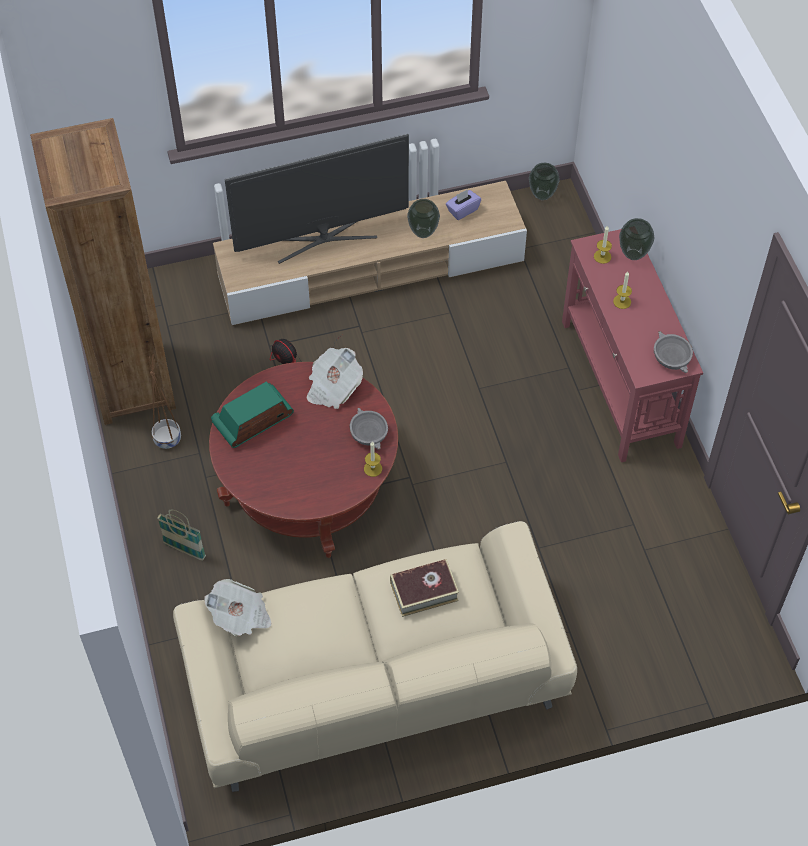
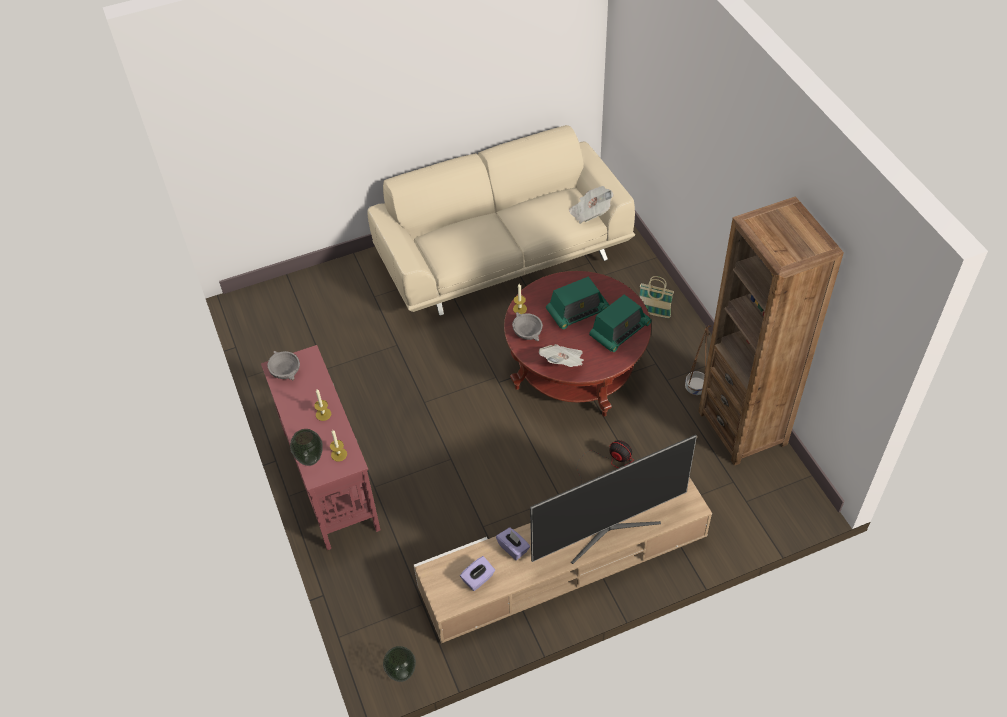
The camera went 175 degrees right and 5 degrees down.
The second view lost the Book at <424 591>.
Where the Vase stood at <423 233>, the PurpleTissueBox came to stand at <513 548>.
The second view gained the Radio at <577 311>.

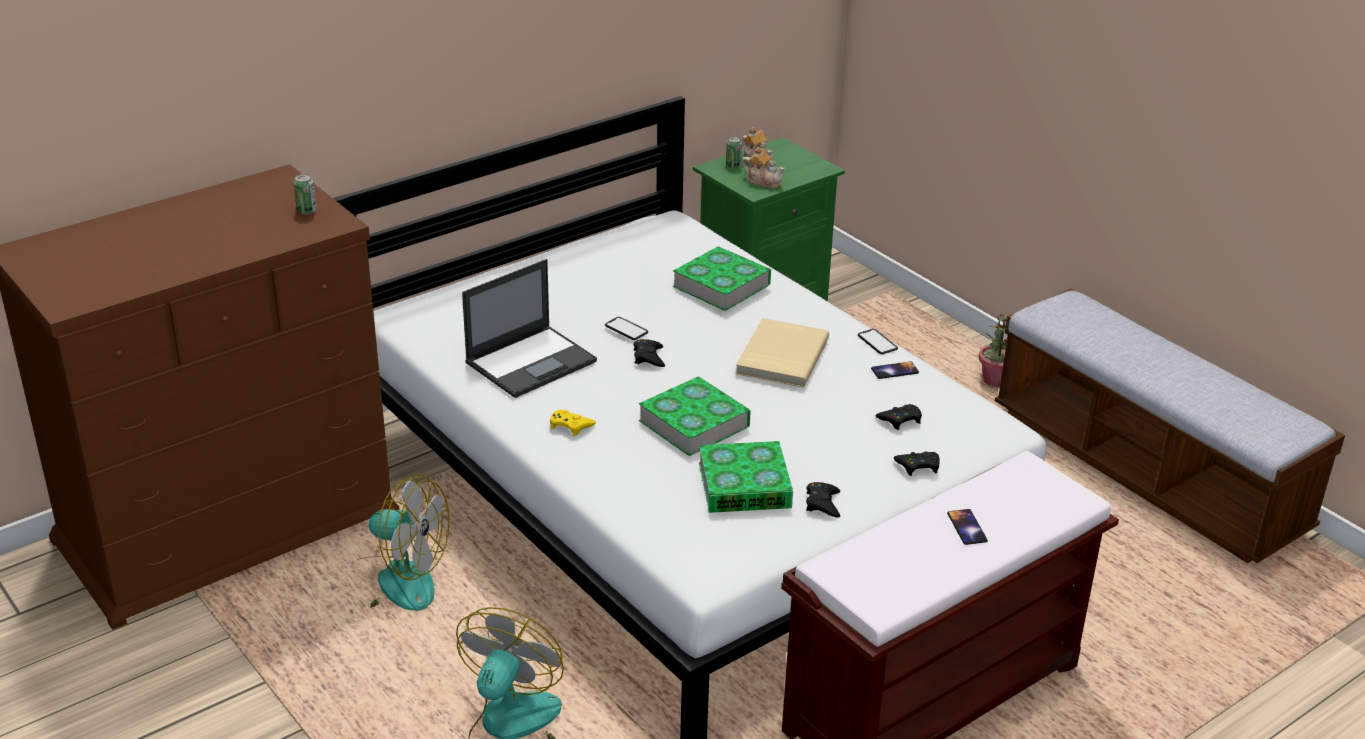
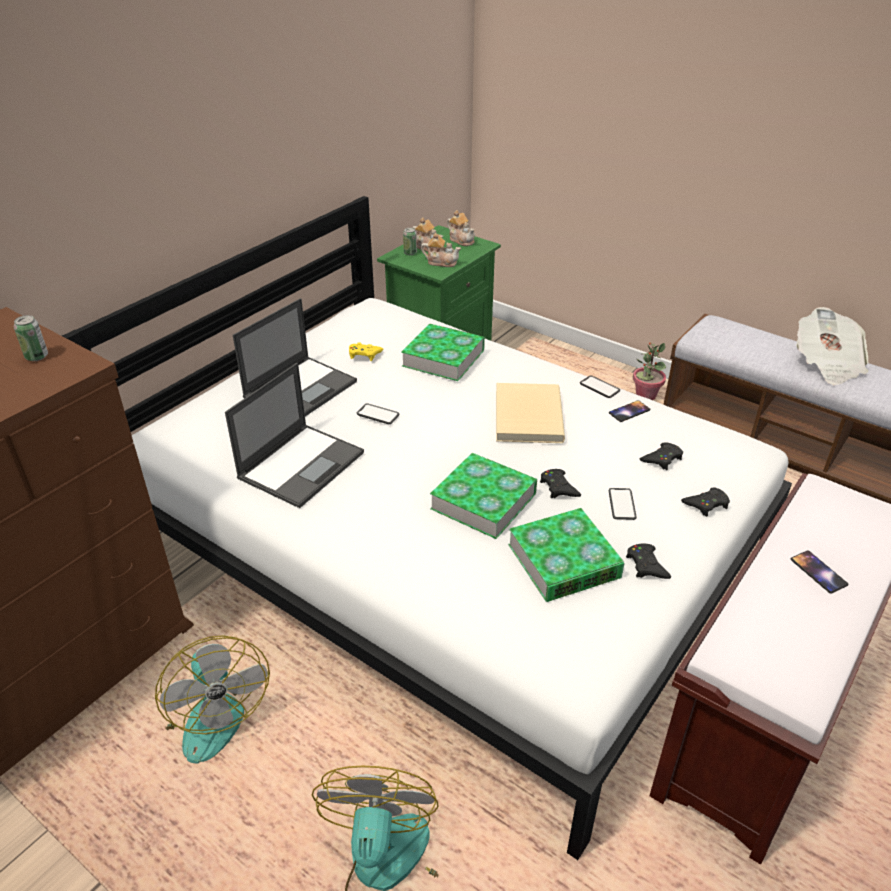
The camera went 15 degrees left and 5 degrees up.
The Fan at <392 583> ended up facing another way, 60 degrees clockwise from before.
The YellowGameController ended up elsewhere, having gone from <570 426> to <364 354>.
The BlackGameController ended up elsewhere, having gone from <649 357> to <558 487>.
The second view gained the Laptop at <301 389>.
The second view gained the Teapot at <461 240>.
The second view gained the Phone at <622 504>.
The second view gained the Newspaper at <827 364>.

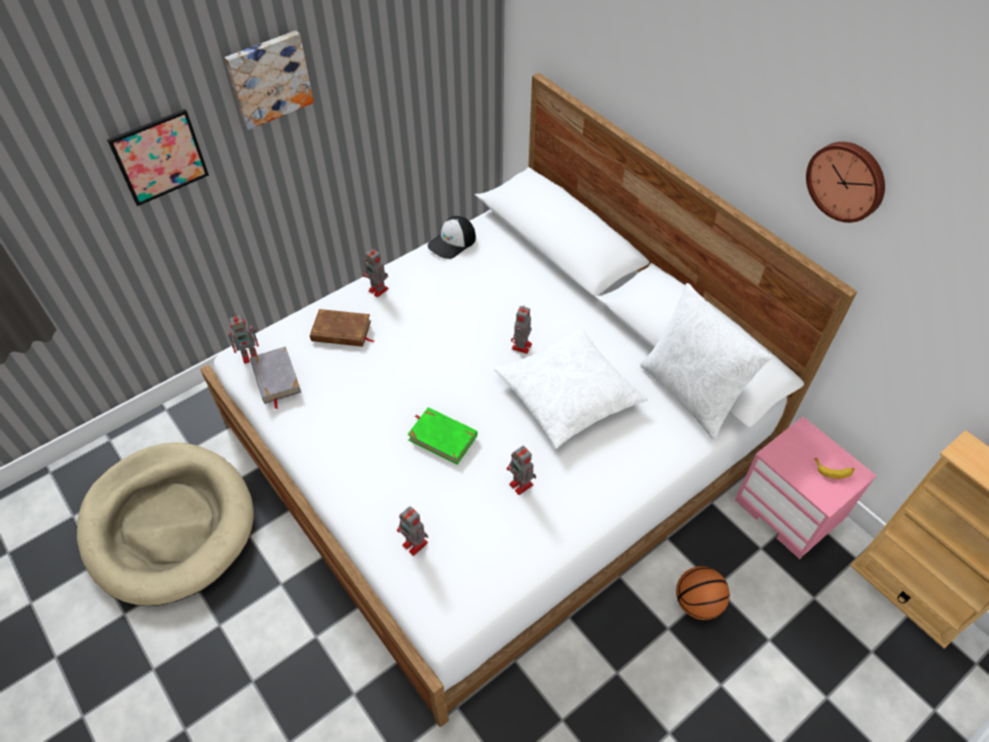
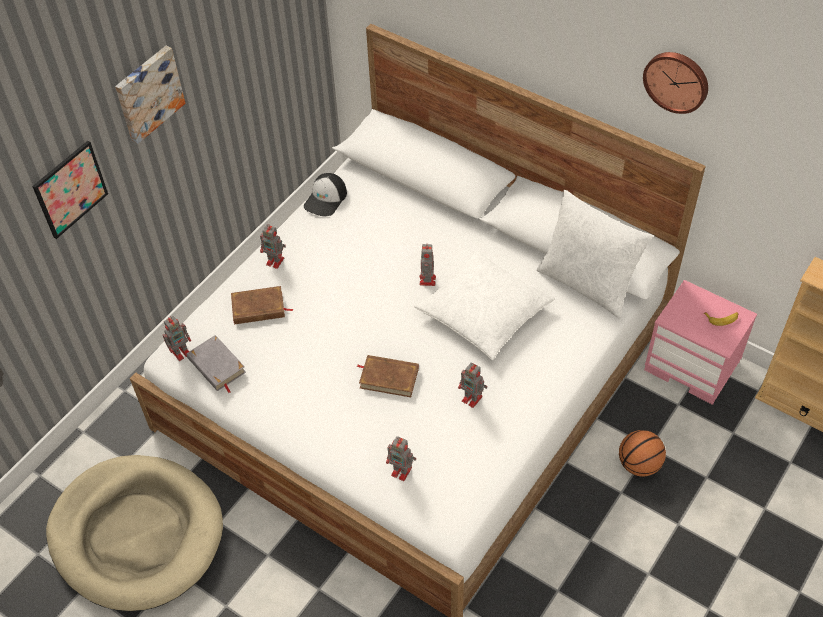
The camera went 15 degrees left and 0 degrees up.
What was the GreenBook at <442 437> turned into the BrownBook at <389 378>.

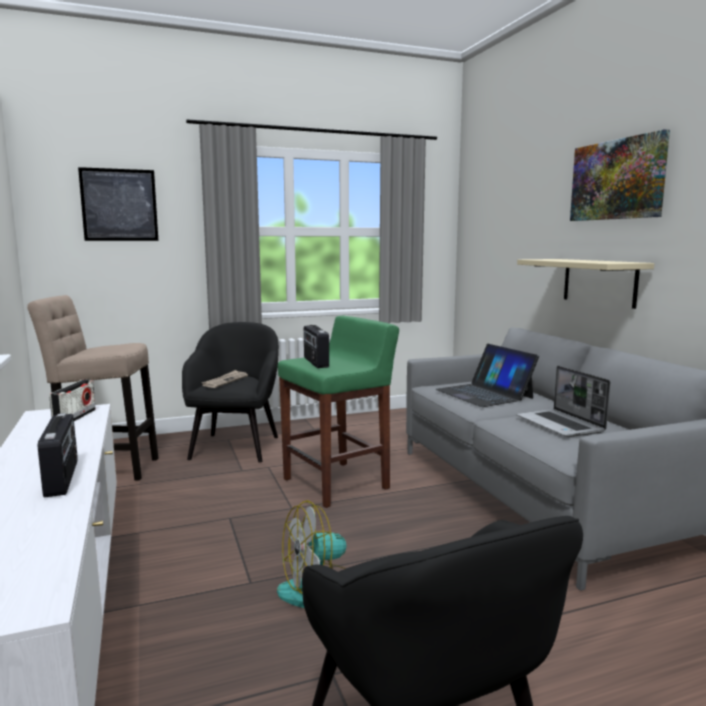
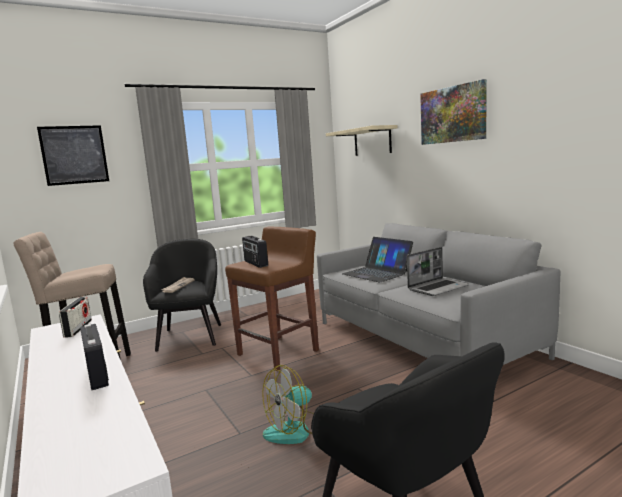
The camera went 10 degrees left and 0 degrees up.
What was the GreenStool at <337 483> turned into the BrownStool at <279 352>.
The BeigeShelf ended up elsewhere, having gone from <599 282> to <372 141>.
The Laptop at <561 425> ended up facing another way, 90 degrees counterclockwise from before.

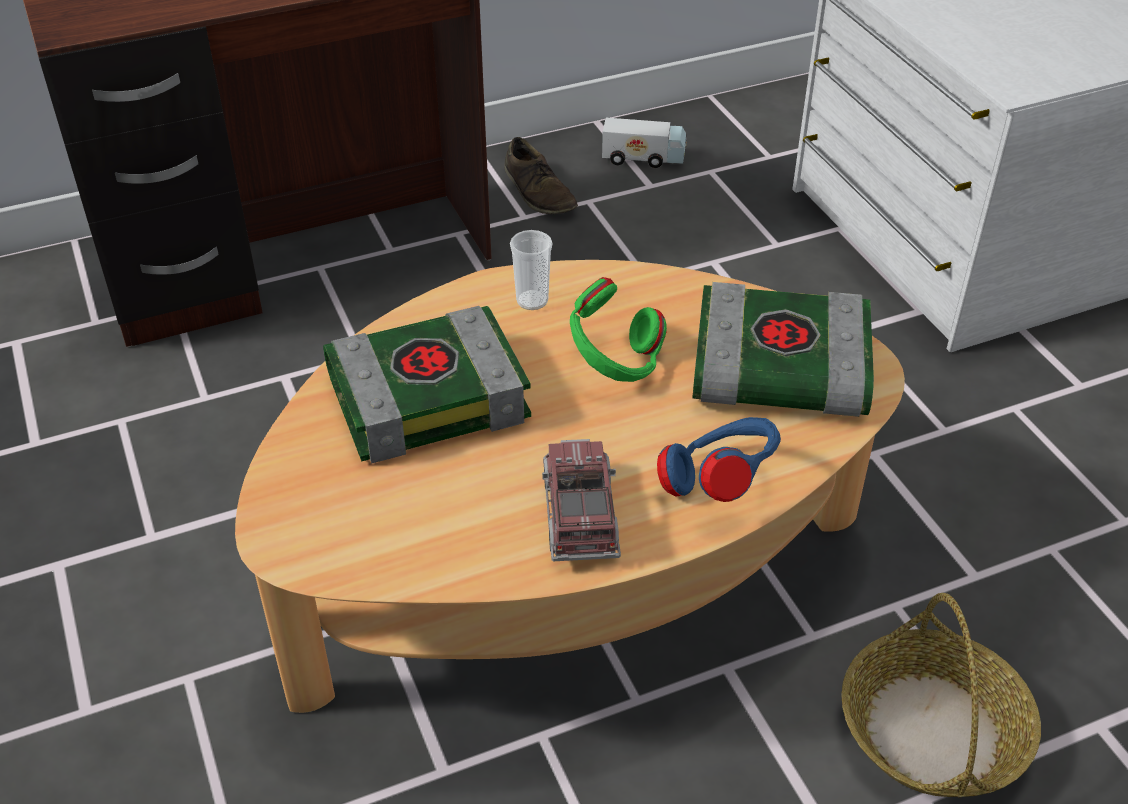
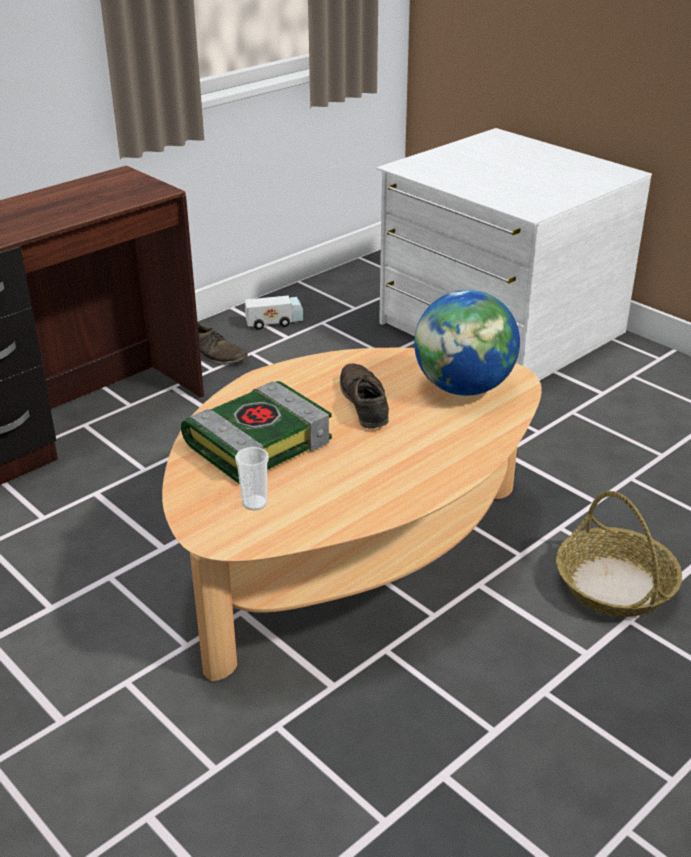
The camera went 20 degrees left and 10 degrees down.
The Cup ended up elsewhere, having gone from <532 300> to <254 503>.
The second view lost the ToyTruck at <580 515>.
Where the GreenHeadphones stood at <614 363>, the BrownShoe came to stand at <364 403>.
The second view lost the BlueHeadphones at <719 484>.
Where the Book stood at <776 373>, the Globe came to stand at <463 388>.

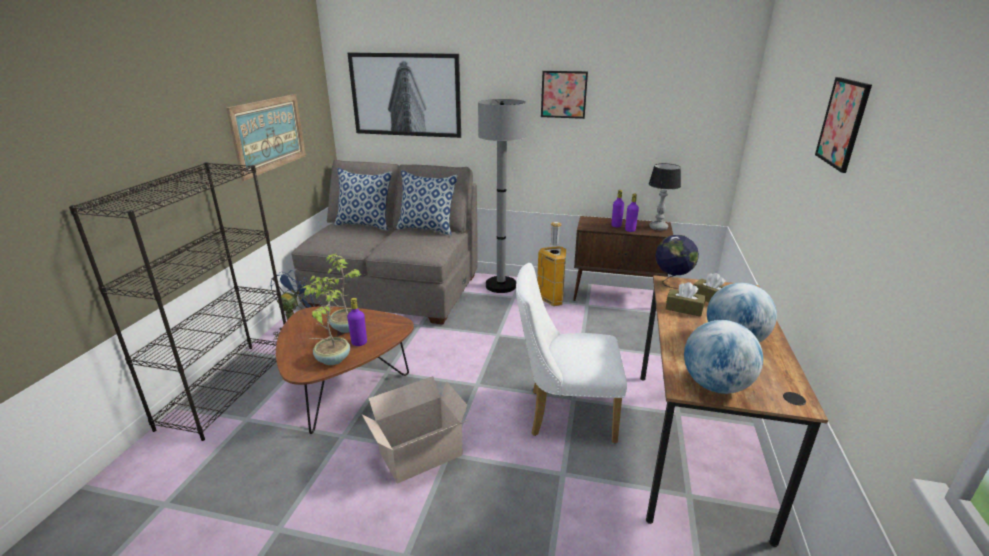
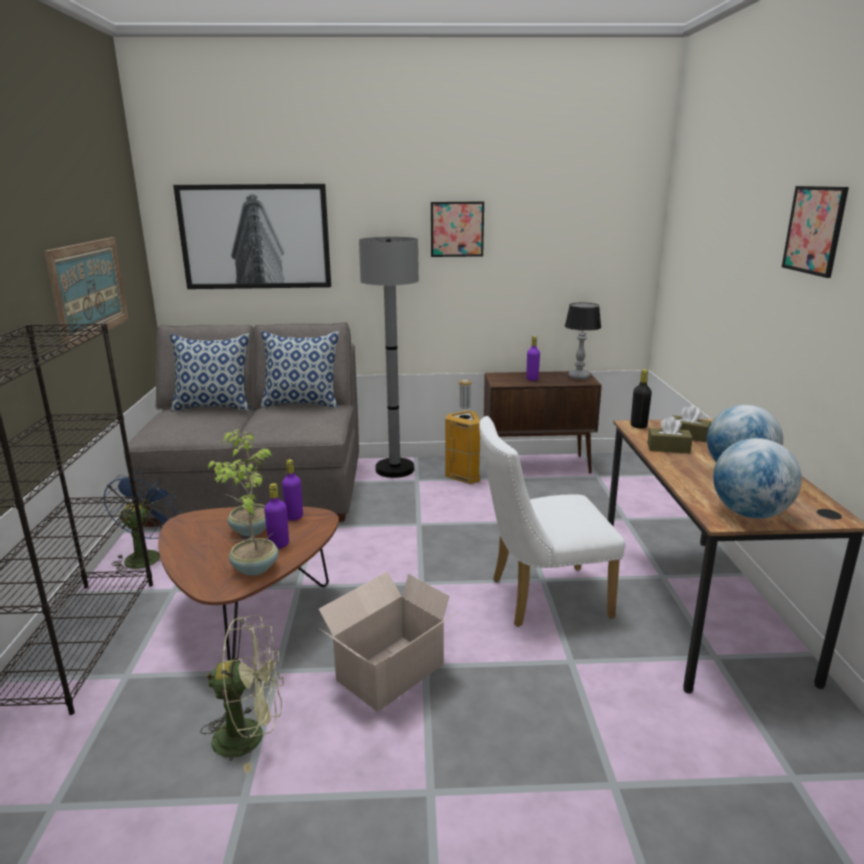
The camera went 15 degrees left and 5 degrees down.
The PurpleBottle ended up elsewhere, having gone from <630 230> to <294 517>.
Where the Globe stood at <671 283>, the BlackBottle came to stand at <638 426>.
The second view gained the GreenFan at <250 736>.

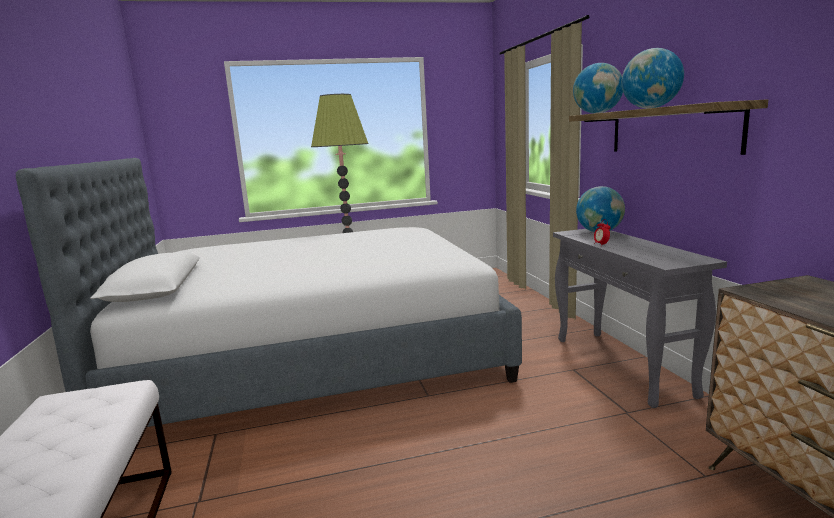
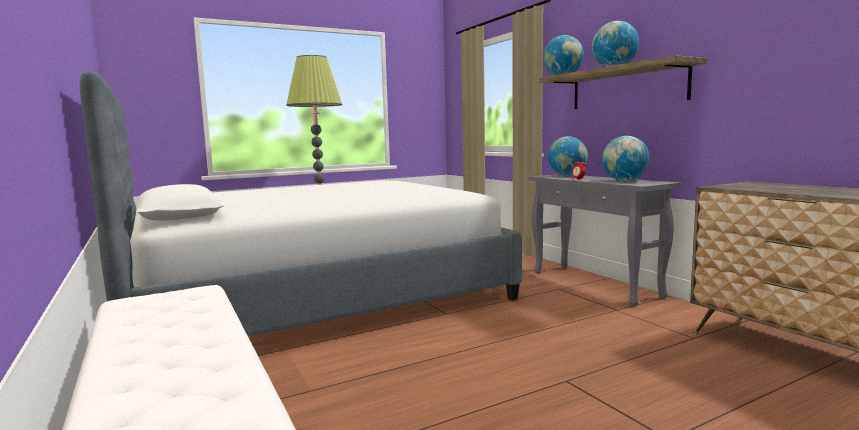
The camera went 15 degrees left and 5 degrees down.
The second view gained the Globe at <624 180>.

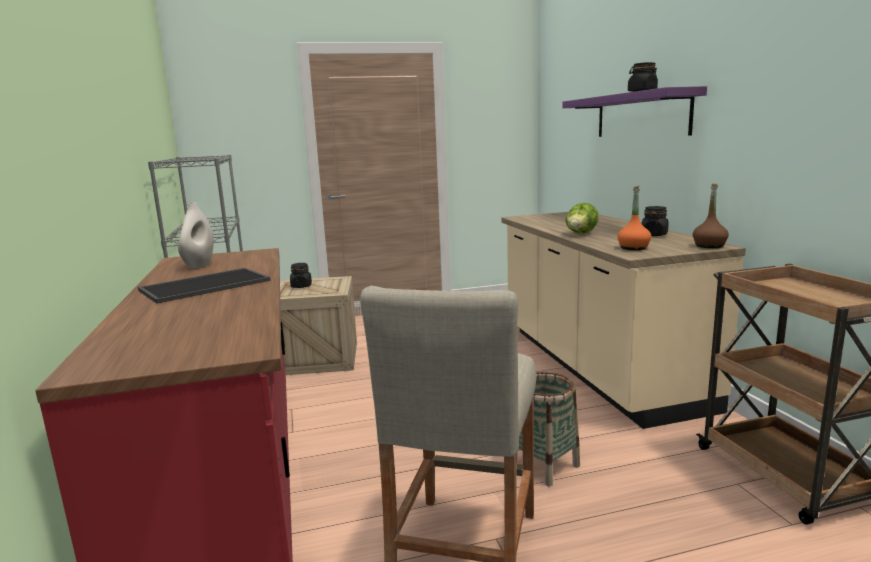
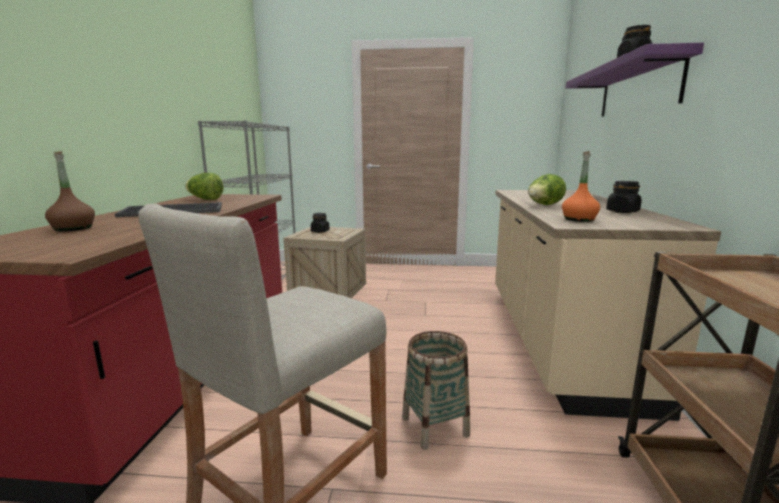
The camera went 20 degrees right and 0 degrees up.
Where the WhiteVase stood at <199 265>, the Lettuce came to stand at <205 199>.
The BrownBottle ended up elsewhere, having gone from <709 246> to <73 228>.

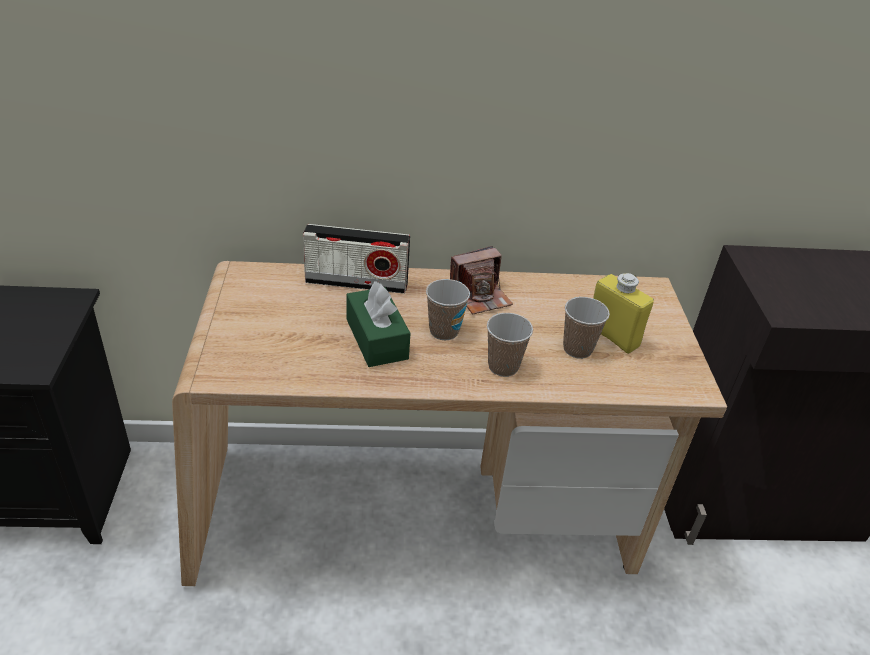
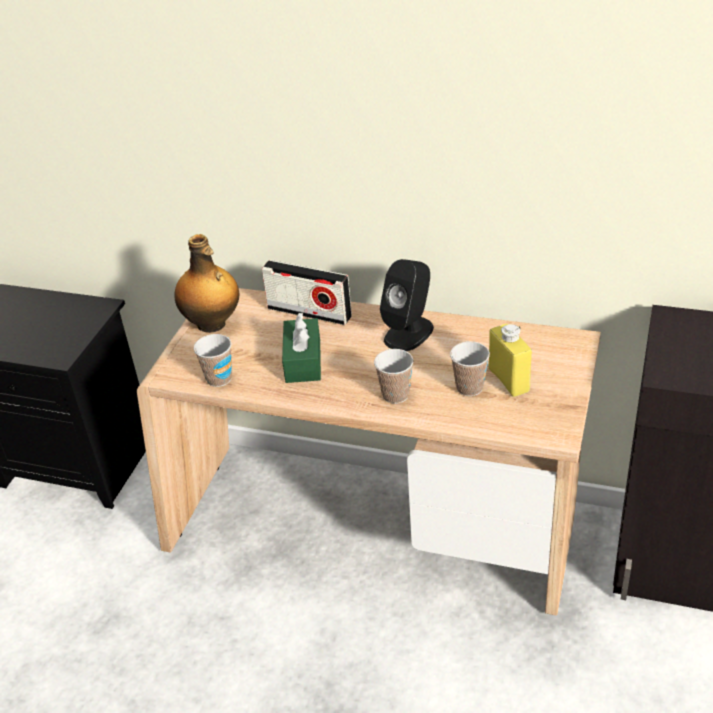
The camera went 25 degrees right and 0 degrees up.
The Cup ended up elsewhere, having gone from <444 331> to <219 379>.
Where the PhotoCamera stood at <480 296>, the BlackSpeaker came to stand at <409 333>.
The second view gained the Bottle at <212 324>.

